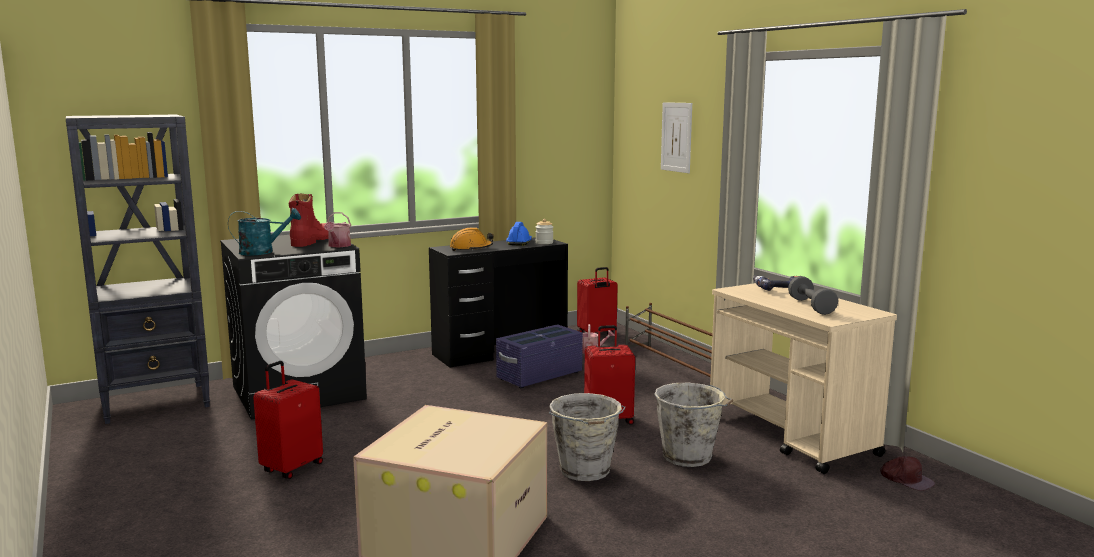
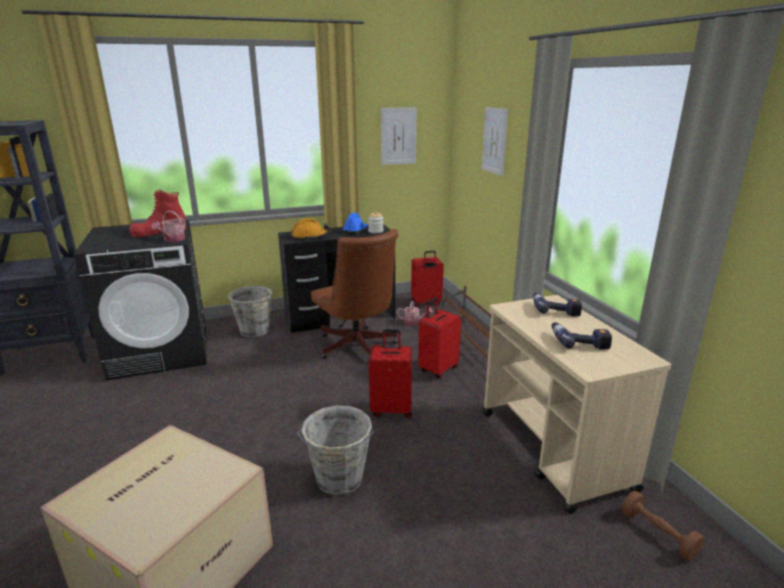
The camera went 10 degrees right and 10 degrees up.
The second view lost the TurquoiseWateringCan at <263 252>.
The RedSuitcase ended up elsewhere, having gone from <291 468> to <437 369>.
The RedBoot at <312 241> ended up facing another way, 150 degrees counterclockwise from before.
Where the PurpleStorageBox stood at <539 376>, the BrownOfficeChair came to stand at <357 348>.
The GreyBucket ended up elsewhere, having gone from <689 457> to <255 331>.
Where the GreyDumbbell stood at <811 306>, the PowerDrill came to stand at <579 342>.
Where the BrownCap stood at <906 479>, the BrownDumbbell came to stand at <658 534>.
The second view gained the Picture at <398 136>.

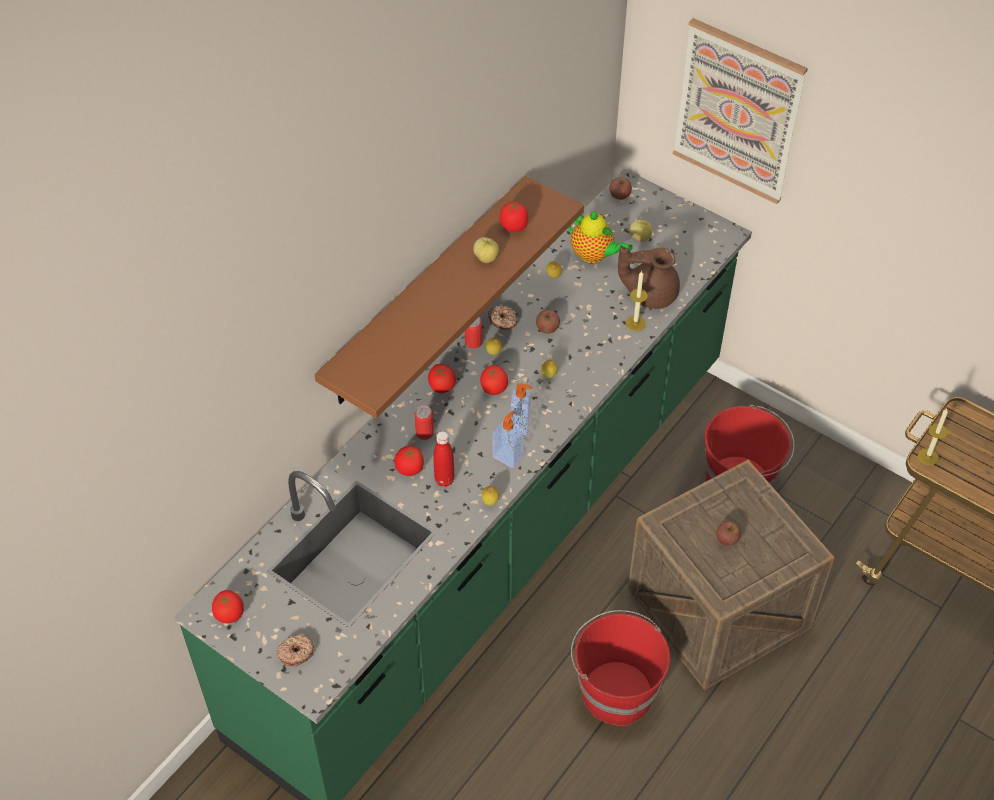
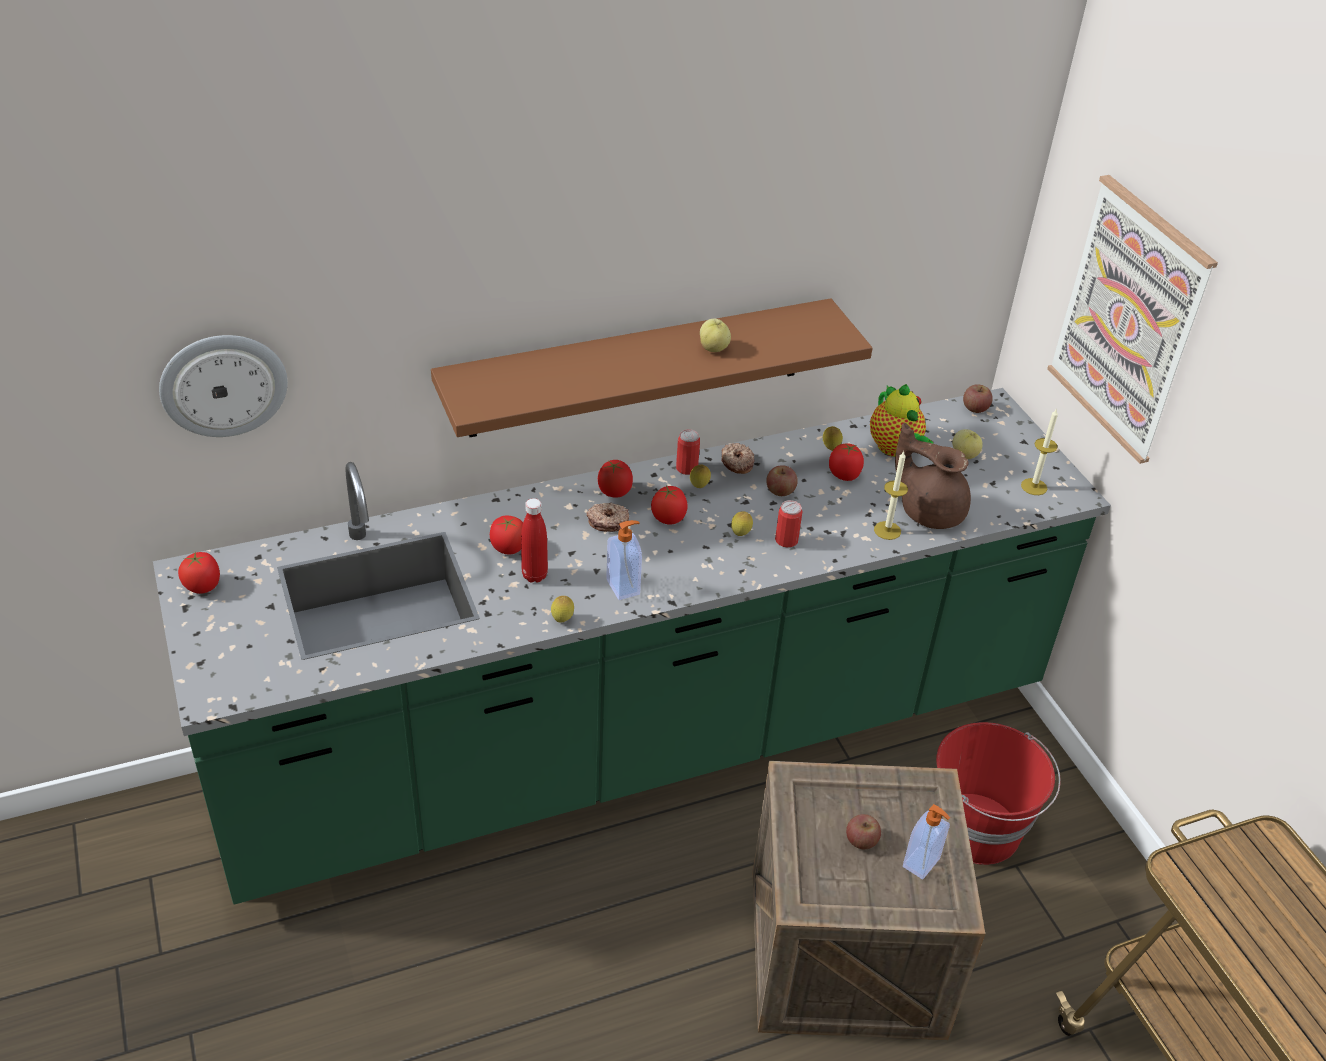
The camera went 30 degrees right and 10 degrees down.
The Donut ended up elsewhere, having gone from <296 652> to <608 521>.
The Can ended up elsewhere, having gone from <424 433> to <786 540>.
The Tomato ended up elsewhere, having gone from <514 227> to <844 475>.
The SoapDispenser ended up elsewhere, having gone from <521 425> to <922 863>.
The second view lost the RedBucket at <615 691>.
The Candle ended up elsewhere, having gone from <928 457> to <1034 486>.
The second view gained the WallClock at <223 384>.

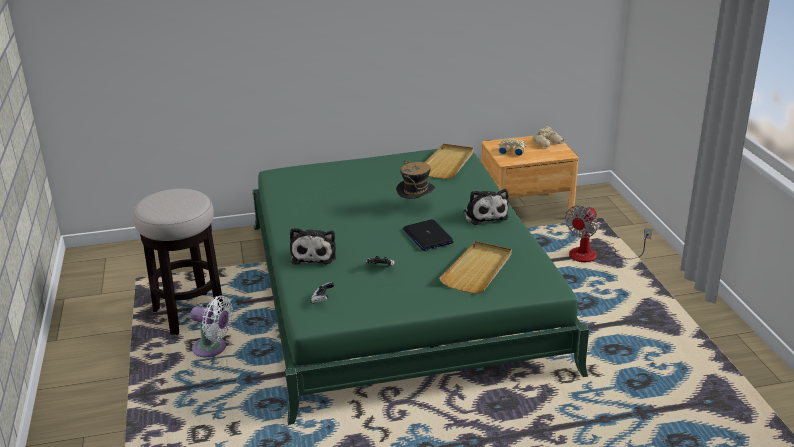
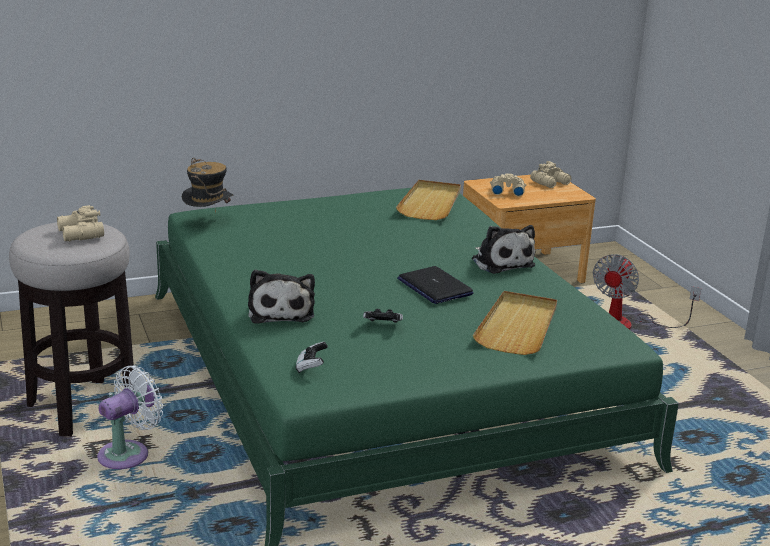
The camera went 10 degrees left and 5 degrees down.
The WhiteFan at <212 349> ended up facing another way, 60 degrees counterclockwise from before.
The Hat ended up elsewhere, having gone from <416 207> to <208 222>.
The second view gained the BeigeBinoculars at <79 234>.

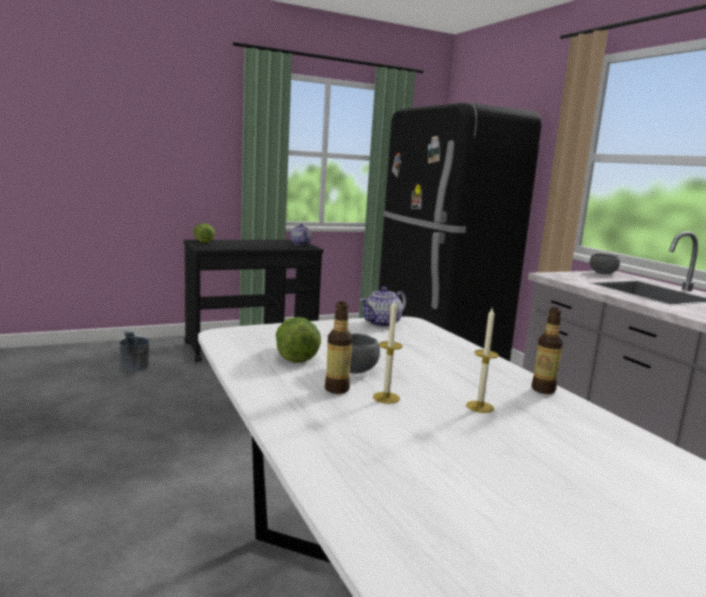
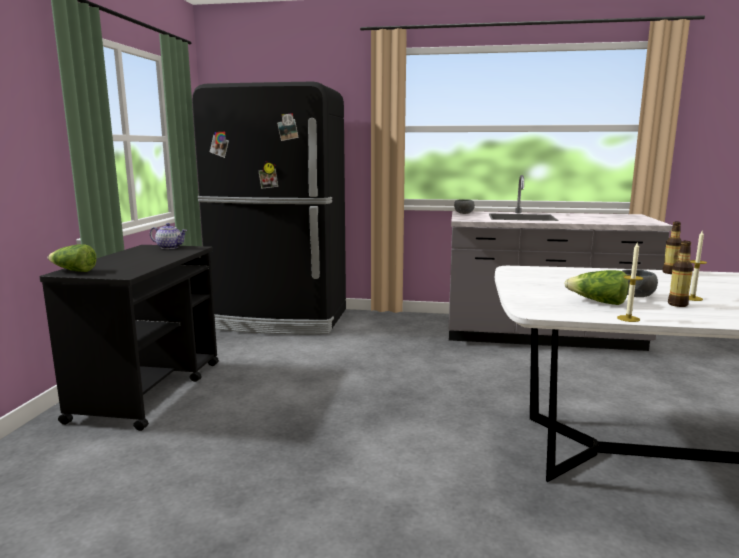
The camera went 55 degrees left and 0 degrees up.
The second view lost the GreyBucket at <134 369>.
The second view lost the Teapot at <382 323>.
The Candle ended up elsewhere, having gone from <479 407> to <628 318>.

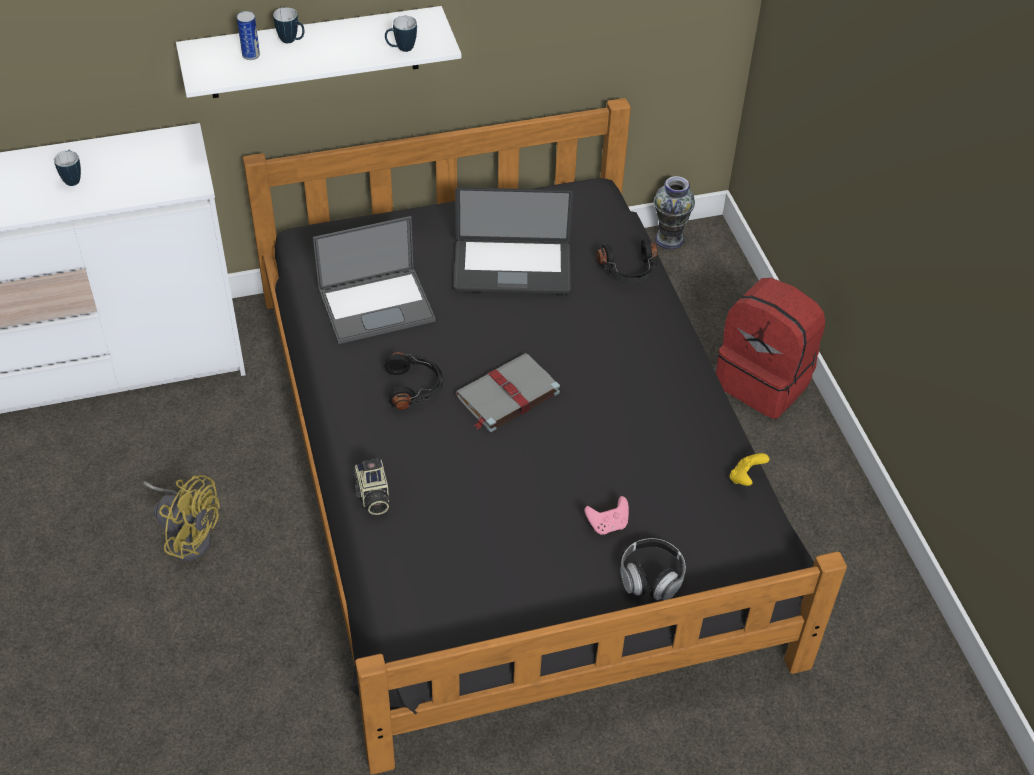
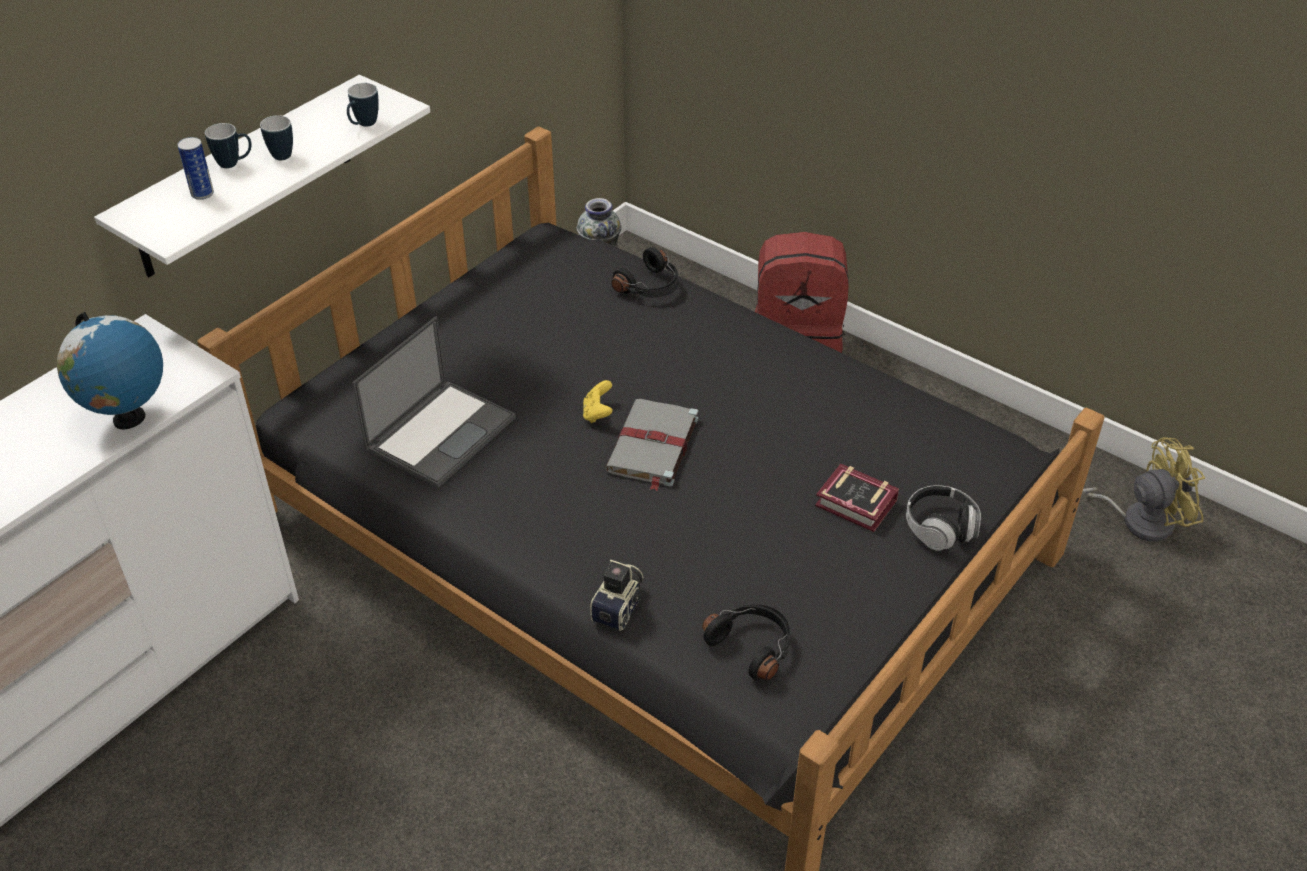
The camera went 35 degrees left and 5 degrees down.
The Mug ended up elsewhere, having gone from <73 178> to <279 154>.
The YellowFan ended up elsewhere, having gone from <187 535> to <1136 520>.
The PhotoCamera at <372 496> ended up facing another way, 105 degrees counterclockwise from before.
The BlackHeadphones ended up elsewhere, having gone from <414 387> to <752 646>.
The second view lost the Laptop at <512 269>.
Where the PinkGameController stood at <607 524>, the Book came to stand at <858 506>.
The YellowGameController ended up elsewhere, having gone from <745 478> to <598 413>.
The second view gained the Globe at <129 419>.

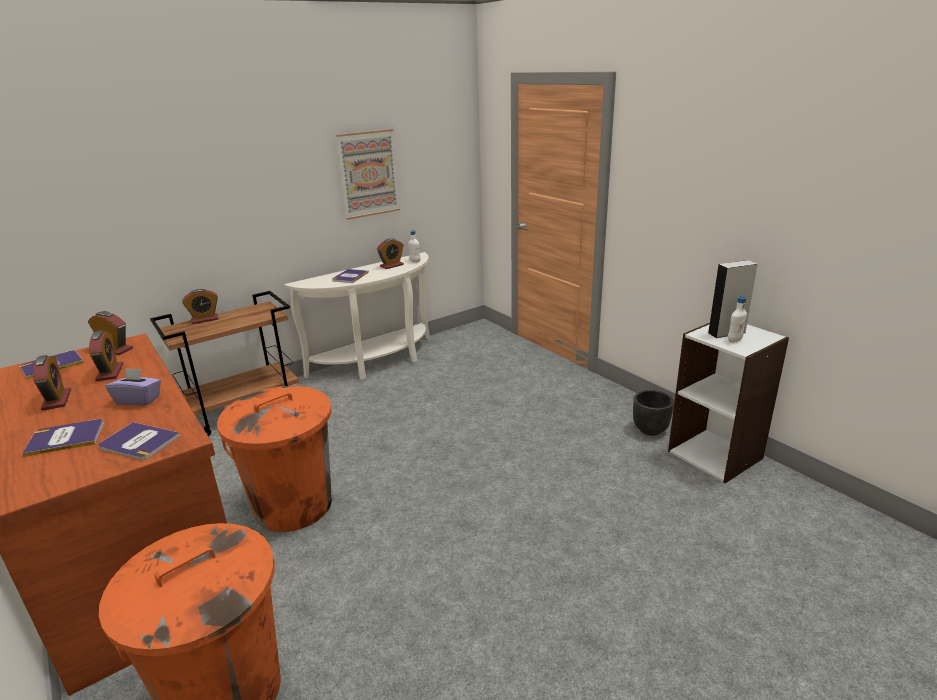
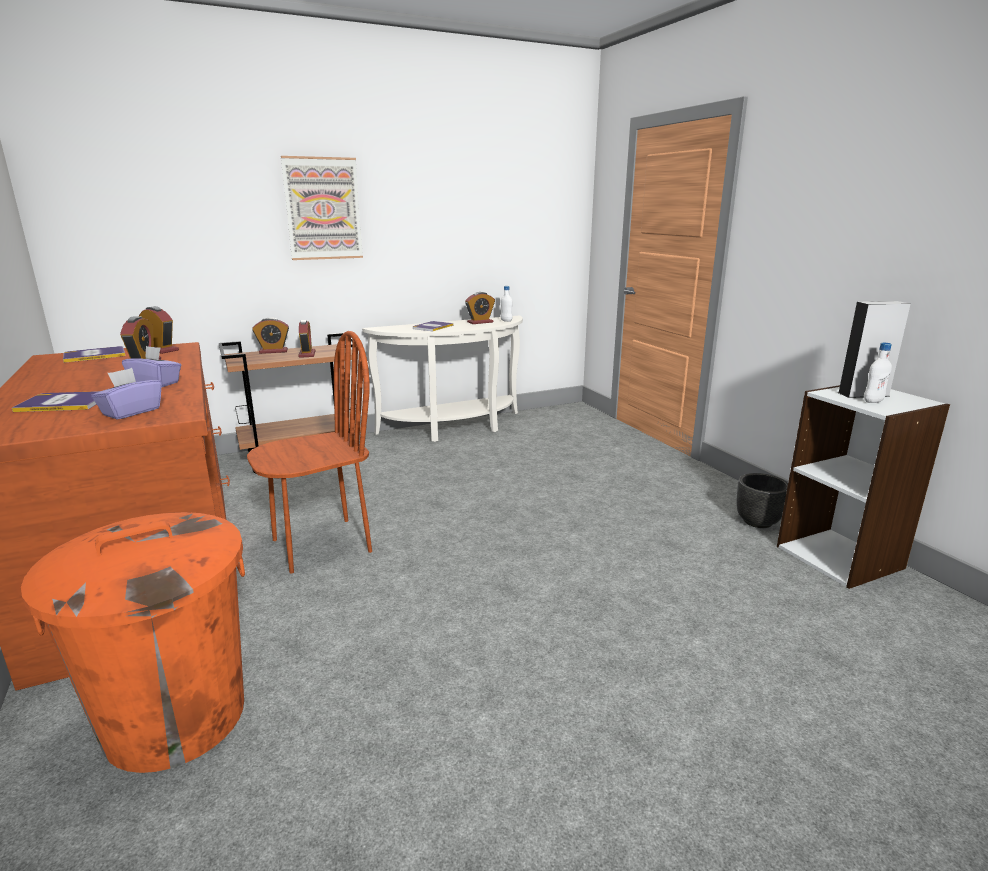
The camera went 10 degrees right and 5 degrees down.
The AlarmClock ended up elsewhere, having gone from <57 400> to <307 354>.
Where the Book stood at <139 442>, the PurpleTissueBox came to stand at <131 412>.
Where the OrangeTrashCan stood at <294 505>, the BrownChair came to stand at <321 545>.
The Picture ended up elsewhere, having gone from <368 174> to <323 209>.

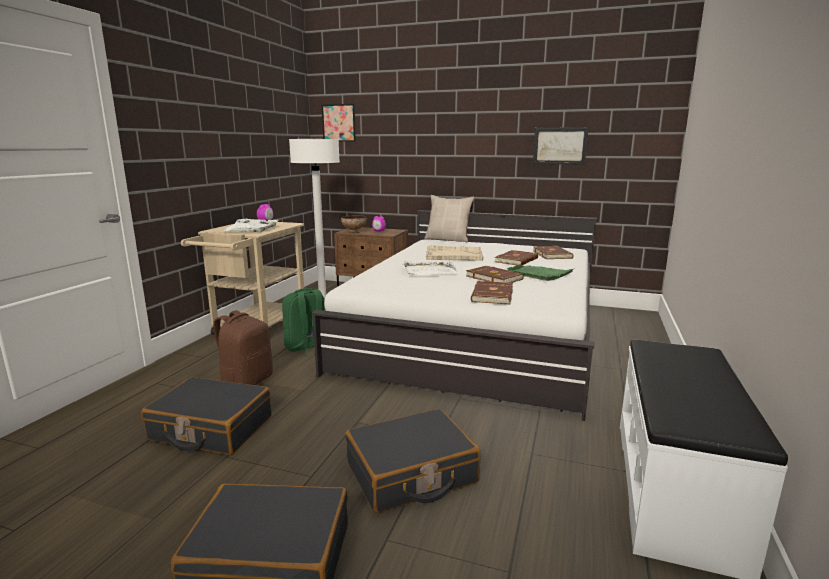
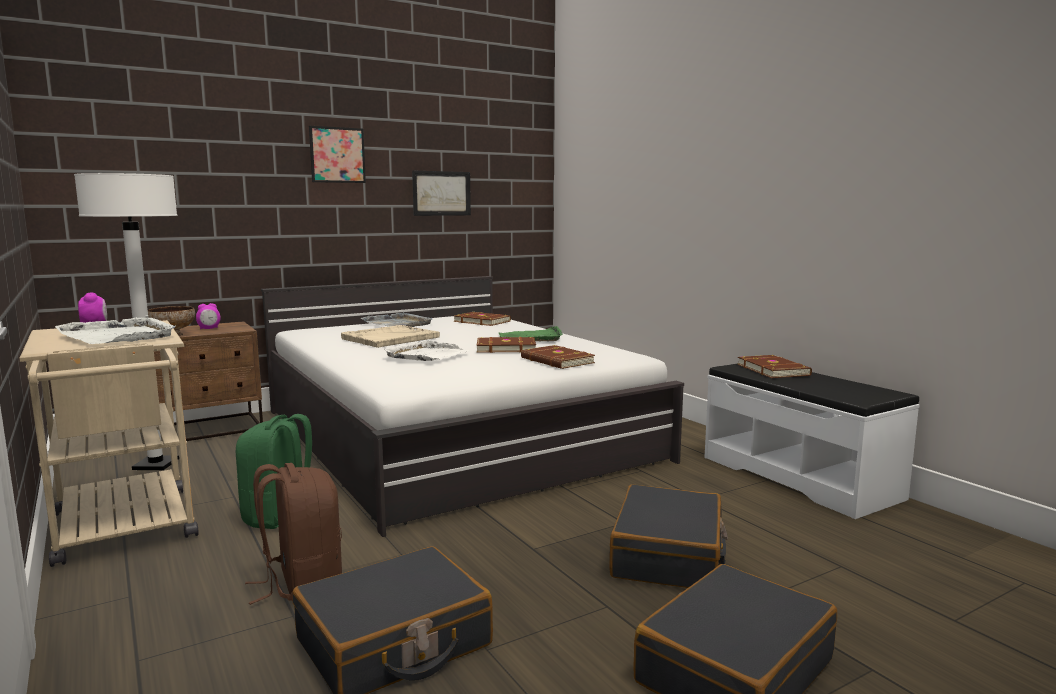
The camera went 50 degrees left and 5 degrees down.
The Picture ended up elsewhere, having gone from <339 123> to <337 155>.
The second view lost the BeigePillow at <448 239>.
The BrownBook ended up elsewhere, having gone from <517 260> to <773 370>.
The second view gained the GreyTray at <398 323>.

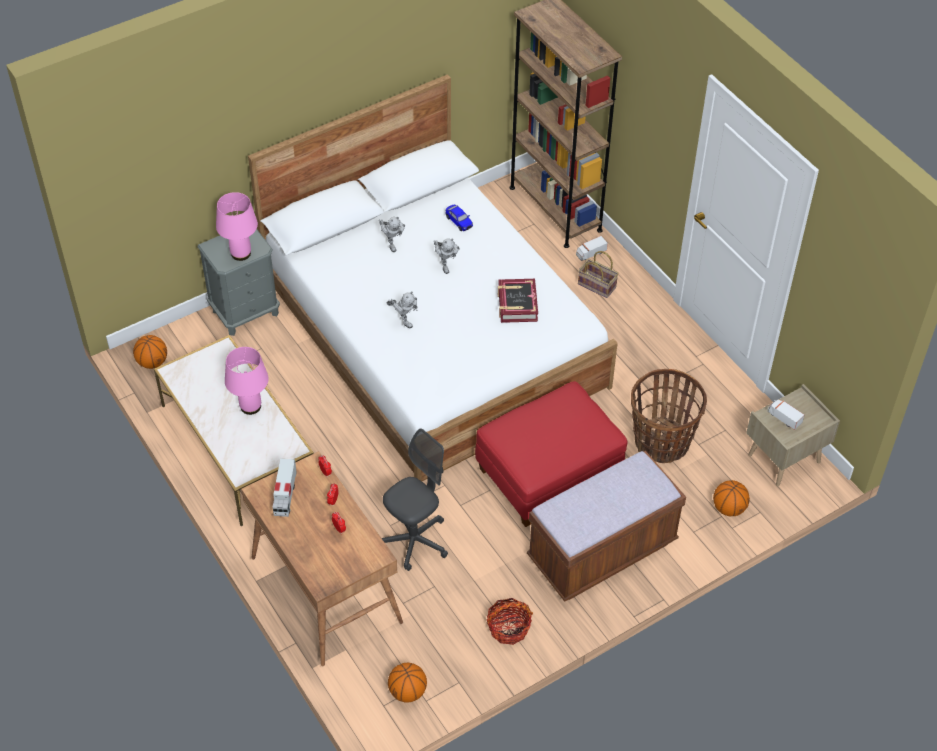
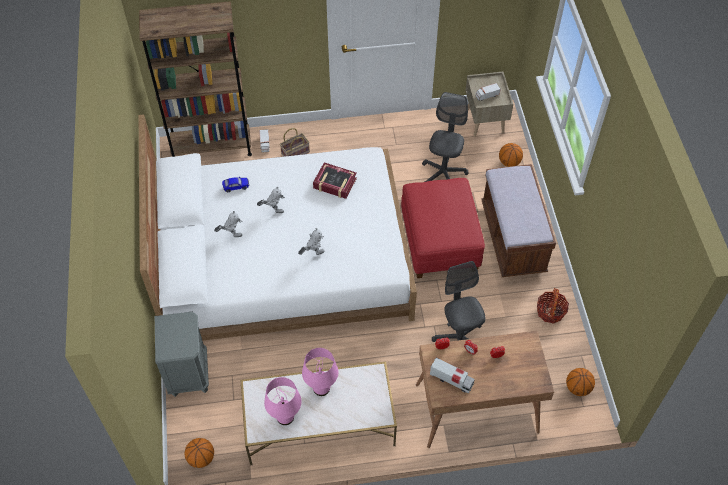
The camera went 65 degrees left and 5 degrees up.
The PinkTableLamp ended up elsewhere, having gone from <241 253> to <285 417>.
Where the Basket stood at <661 442>, the GreyOfficeChair came to stand at <443 173>.

